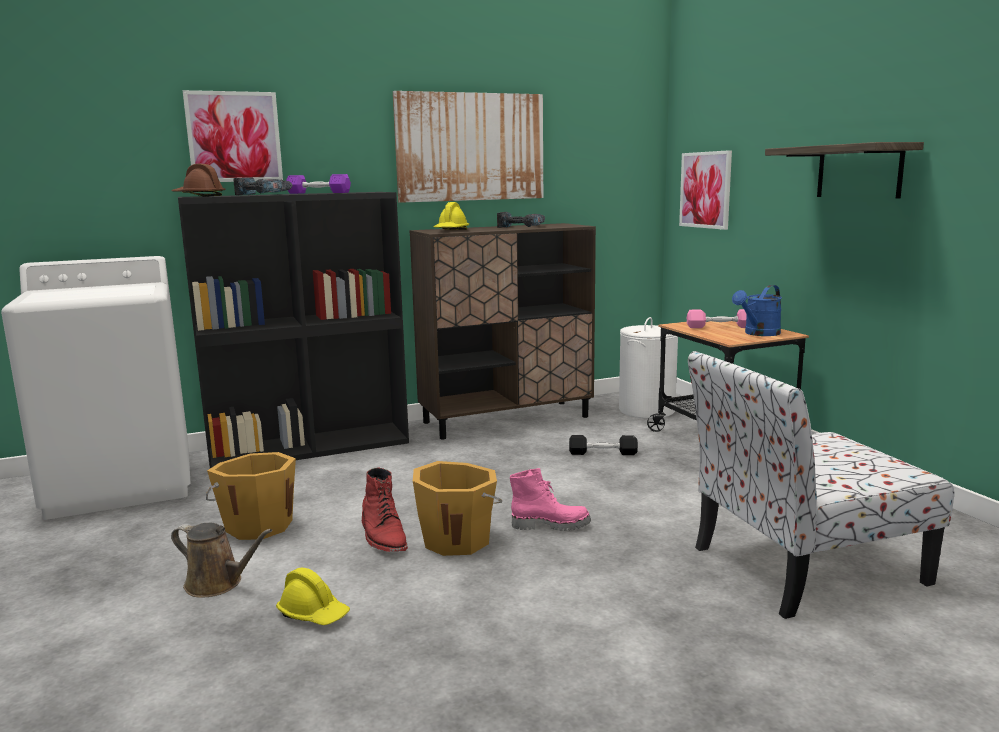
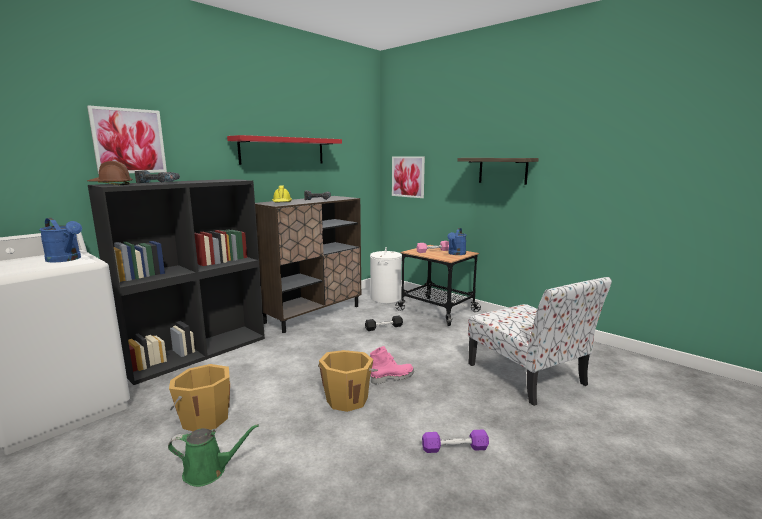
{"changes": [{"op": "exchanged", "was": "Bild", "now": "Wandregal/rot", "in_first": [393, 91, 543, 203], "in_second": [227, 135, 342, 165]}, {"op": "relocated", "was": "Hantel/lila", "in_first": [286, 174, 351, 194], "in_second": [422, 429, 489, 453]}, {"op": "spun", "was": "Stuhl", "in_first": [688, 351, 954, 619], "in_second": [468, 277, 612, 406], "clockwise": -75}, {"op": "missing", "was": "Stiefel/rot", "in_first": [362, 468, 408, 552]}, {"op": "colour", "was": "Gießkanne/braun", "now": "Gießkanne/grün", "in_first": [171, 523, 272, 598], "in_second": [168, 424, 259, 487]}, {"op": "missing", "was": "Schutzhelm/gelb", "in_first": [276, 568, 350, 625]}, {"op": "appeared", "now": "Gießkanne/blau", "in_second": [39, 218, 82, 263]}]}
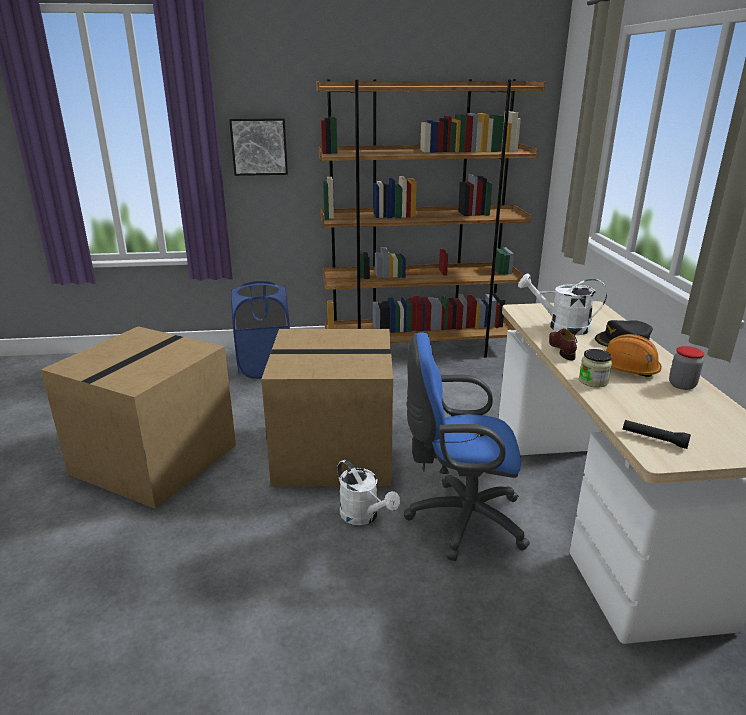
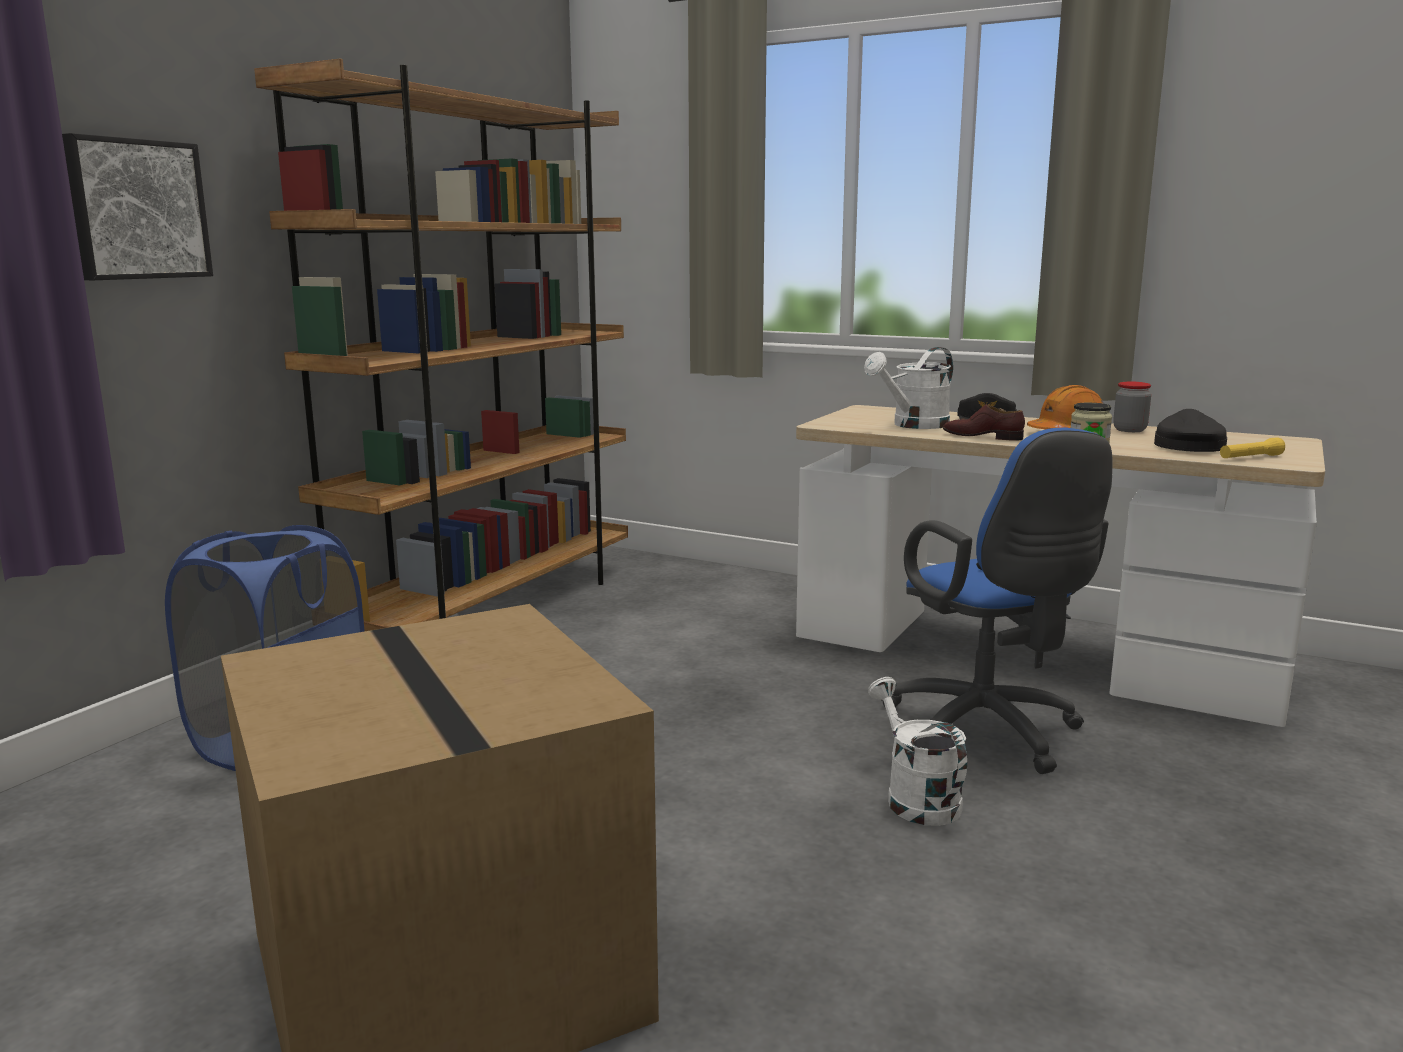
{"changes": [{"op": "missing", "was": "Karton", "in_first": [261, 329, 393, 487]}, {"op": "spun", "was": "Bürostuhl/blau", "in_first": [404, 332, 530, 561], "in_second": [881, 428, 1113, 774], "clockwise": -60}, {"op": "colour", "was": "Taschenlampe/schwarz", "now": "Taschenlampe/gelb", "in_first": [623, 420, 691, 449], "in_second": [1220, 438, 1285, 458]}, {"op": "spun", "was": "Gießkanne/weiß", "in_first": [337, 460, 400, 525], "in_second": [868, 677, 967, 826], "clockwise": -105}, {"op": "appeared", "now": "Kappe/schwarz", "in_second": [1154, 409, 1227, 452]}]}
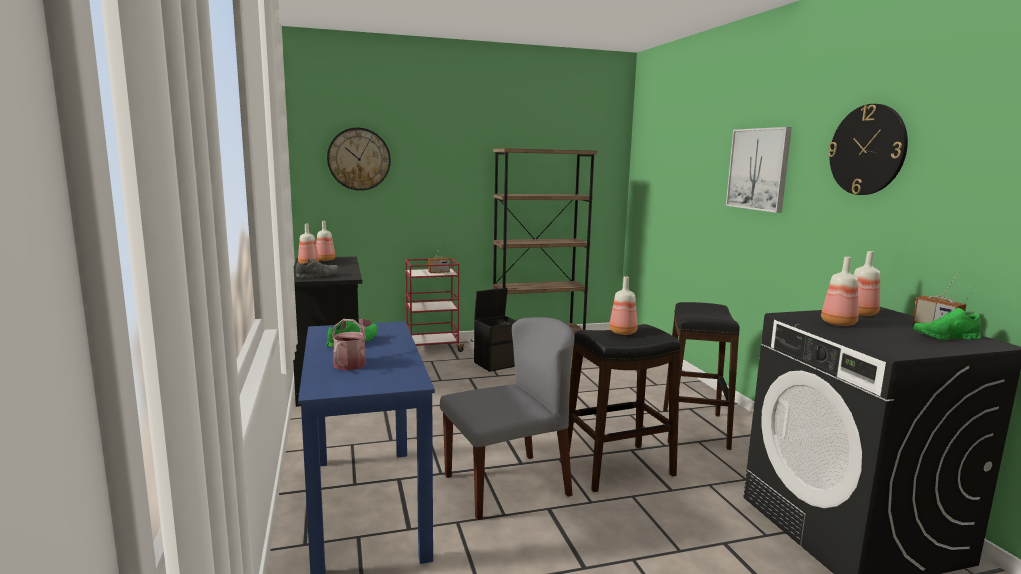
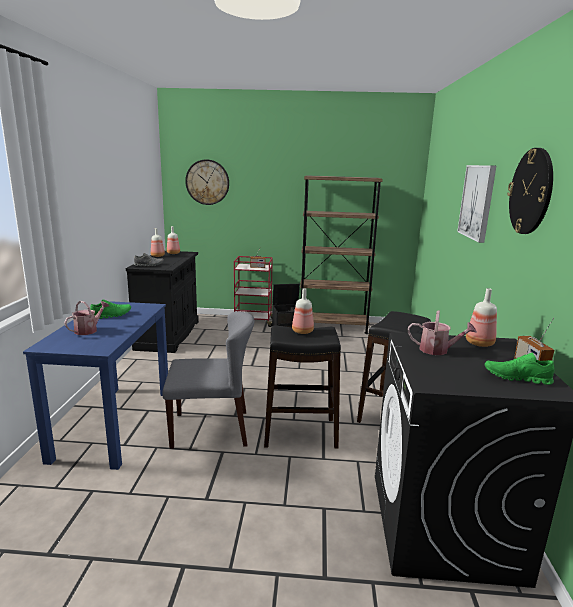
{"changes": [{"op": "exchanged", "was": "Flasche", "now": "Gießkanne", "in_first": [821, 257, 859, 326], "in_second": [408, 310, 477, 355]}]}
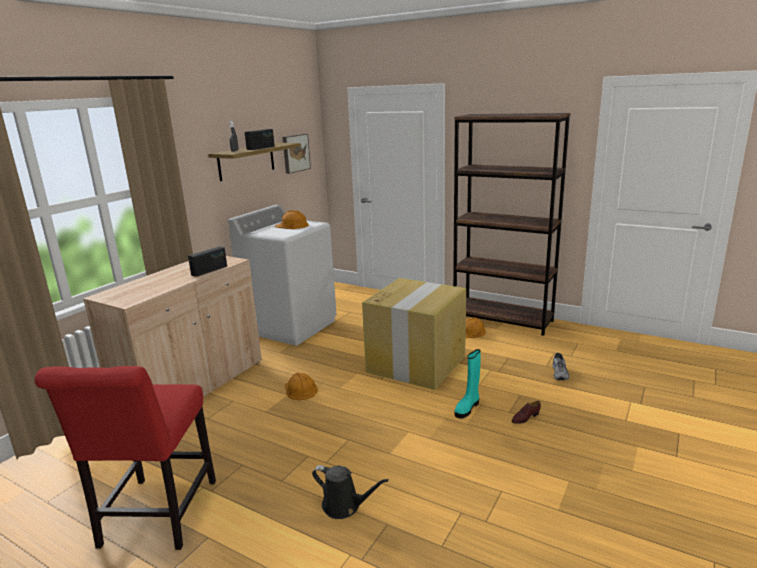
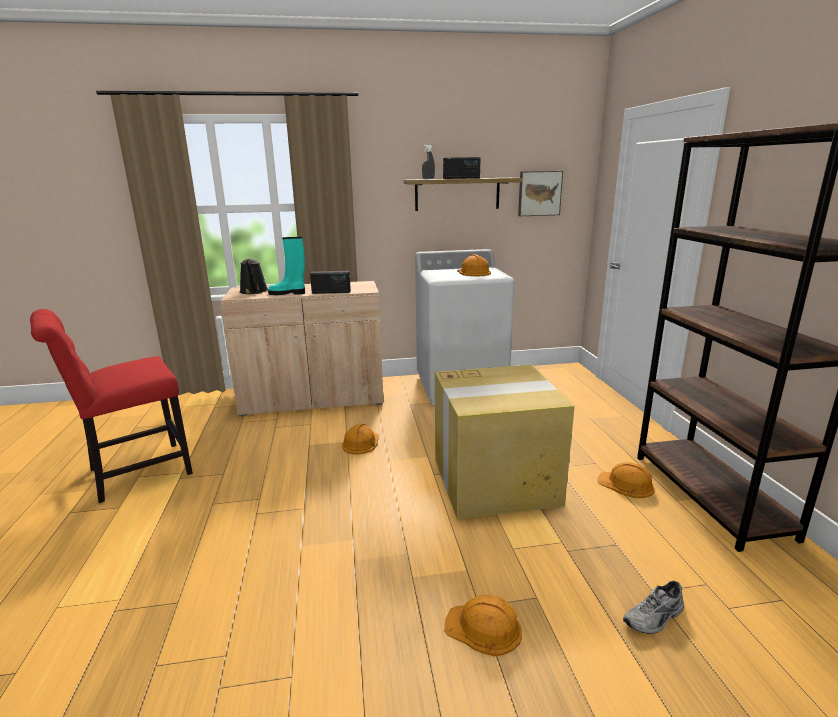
{"changes": [{"op": "relocated", "was": "Stiefel/türkis", "in_first": [455, 349, 481, 419], "in_second": [268, 237, 305, 295]}, {"op": "exchanged", "was": "Schuh/braun", "now": "Schutzhelm/orange", "in_first": [512, 401, 541, 424], "in_second": [444, 595, 522, 657]}, {"op": "relocated", "was": "Gießkanne/schwarz", "in_first": [312, 465, 389, 519], "in_second": [240, 259, 268, 294]}]}
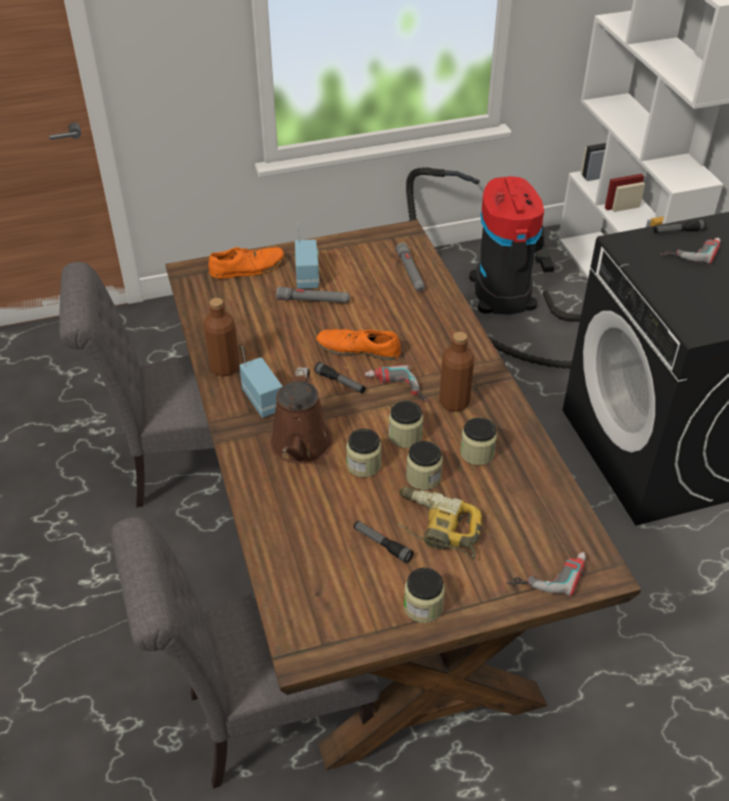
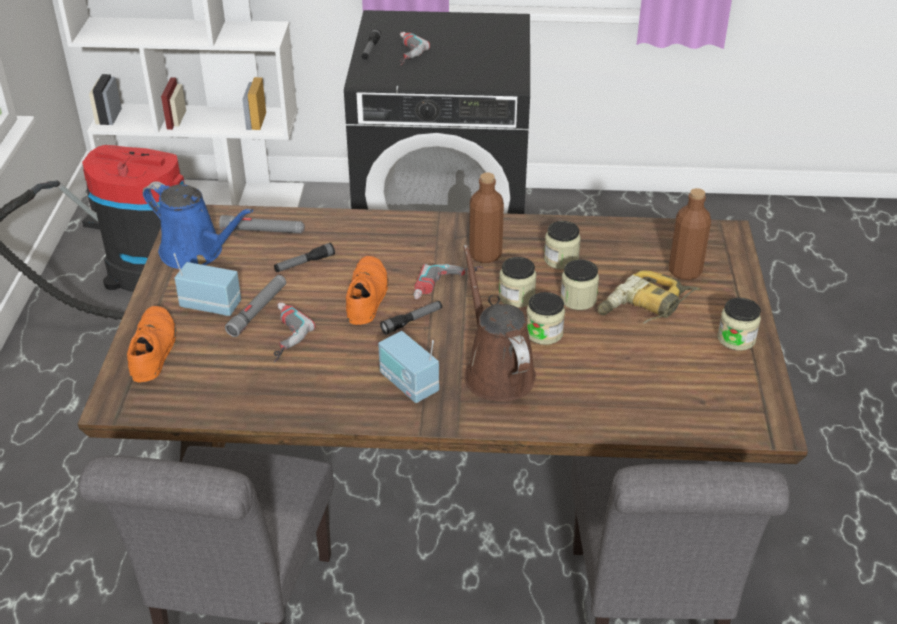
{"changes": [{"op": "relocated", "was": "Flasche/braun", "in_first": [204, 298, 240, 376], "in_second": [669, 188, 711, 280]}, {"op": "spun", "was": "Schuh/orange", "in_first": [317, 329, 401, 360], "in_second": [346, 256, 389, 325], "clockwise": 150}, {"op": "spun", "was": "Radio", "in_first": [239, 346, 282, 418], "in_second": [378, 331, 439, 403], "clockwise": -120}, {"op": "spun", "was": "Gießkanne/braun", "in_first": [270, 367, 333, 464], "in_second": [463, 245, 536, 402], "clockwise": -135}, {"op": "relocated", "was": "Taschenlampe", "in_first": [354, 521, 414, 563], "in_second": [274, 243, 335, 272]}, {"op": "relocated", "was": "Bohrmaschine", "in_first": [506, 552, 586, 597], "in_second": [274, 303, 315, 362]}, {"op": "appeared", "now": "Gießkanne/blau", "in_second": [143, 181, 253, 269]}]}
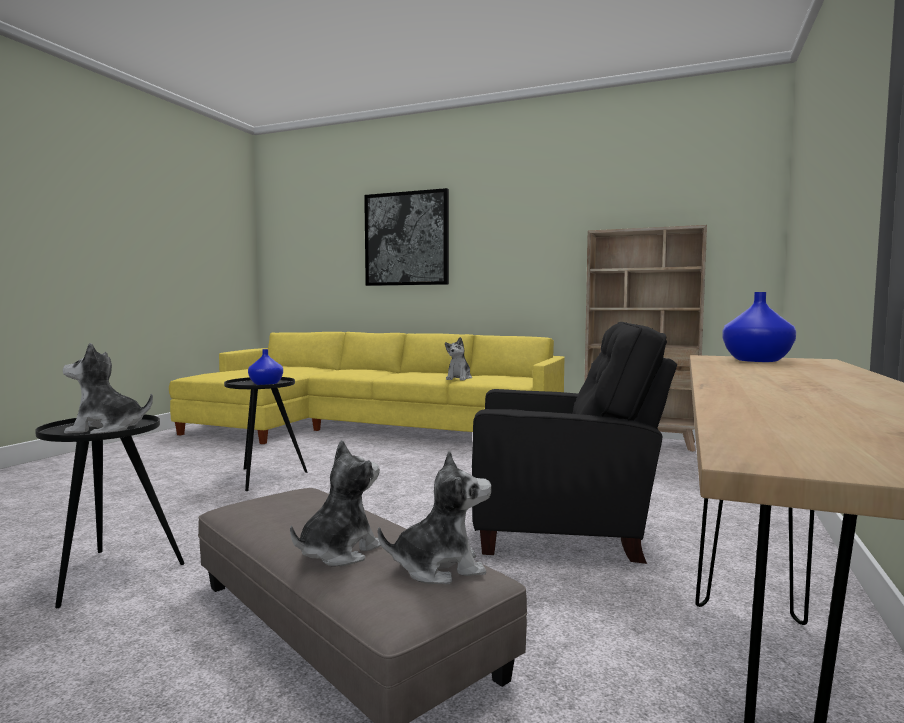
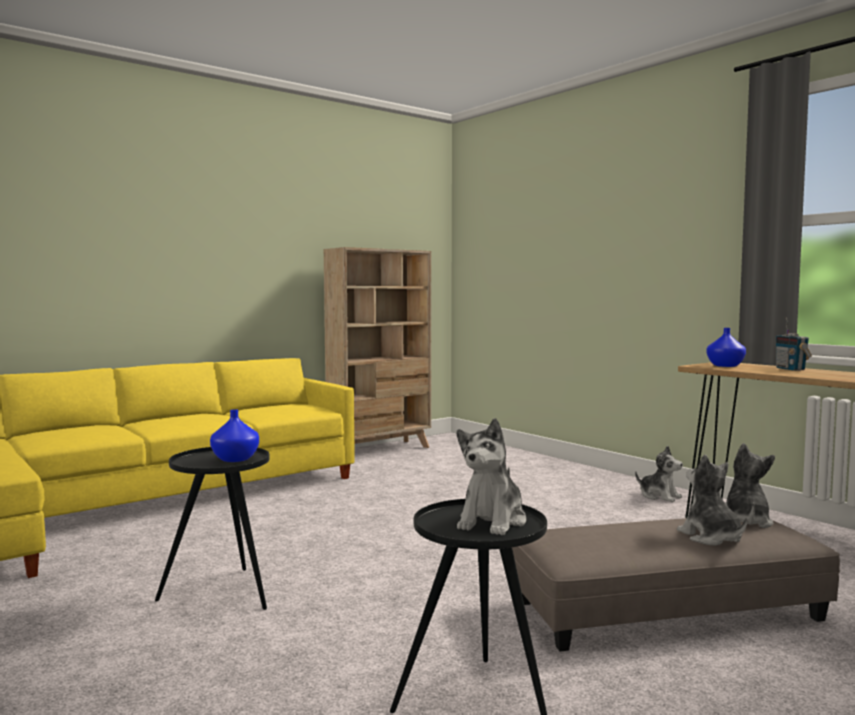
{"changes": [{"op": "missing", "was": "Bild", "in_first": [364, 188, 449, 286]}, {"op": "missing", "was": "Sessel/schwarz", "in_first": [472, 322, 677, 564]}, {"op": "relocated", "was": "Plüschtier", "in_first": [445, 337, 472, 381], "in_second": [635, 446, 683, 502]}, {"op": "appeared", "now": "Radio", "in_second": [776, 317, 812, 371]}]}
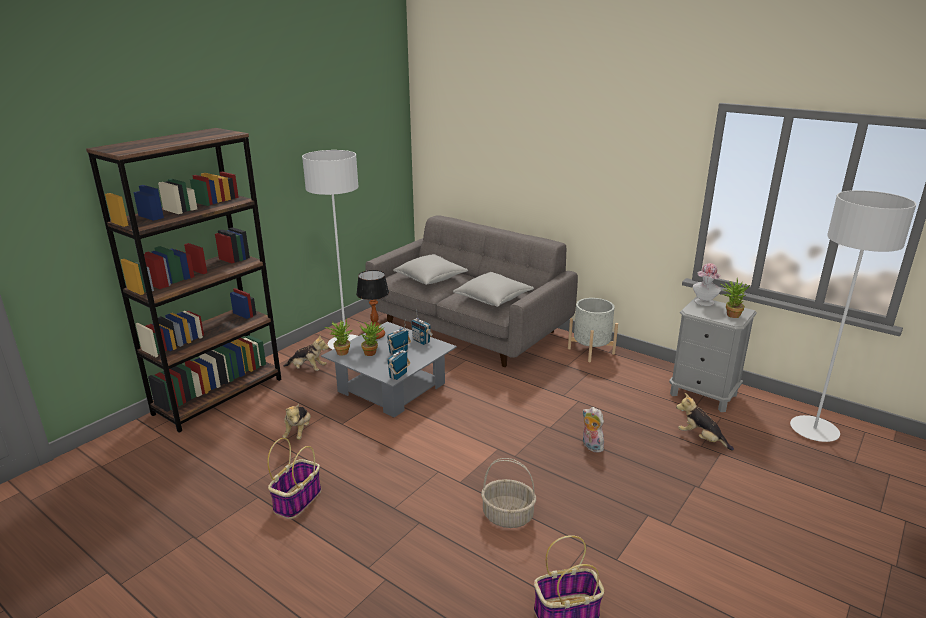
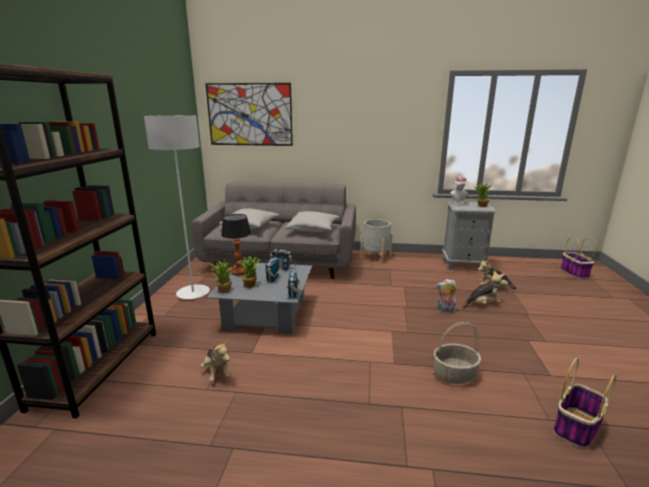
{"changes": [{"op": "missing", "was": "Stehlampe/grau", "in_first": [790, 190, 916, 442]}, {"op": "relocated", "was": "Plüschtier", "in_first": [283, 335, 329, 371], "in_second": [463, 271, 504, 308]}, {"op": "relocated", "was": "Korb", "in_first": [267, 438, 321, 519], "in_second": [560, 237, 597, 278]}, {"op": "appeared", "now": "Bild", "in_second": [205, 83, 293, 146]}]}
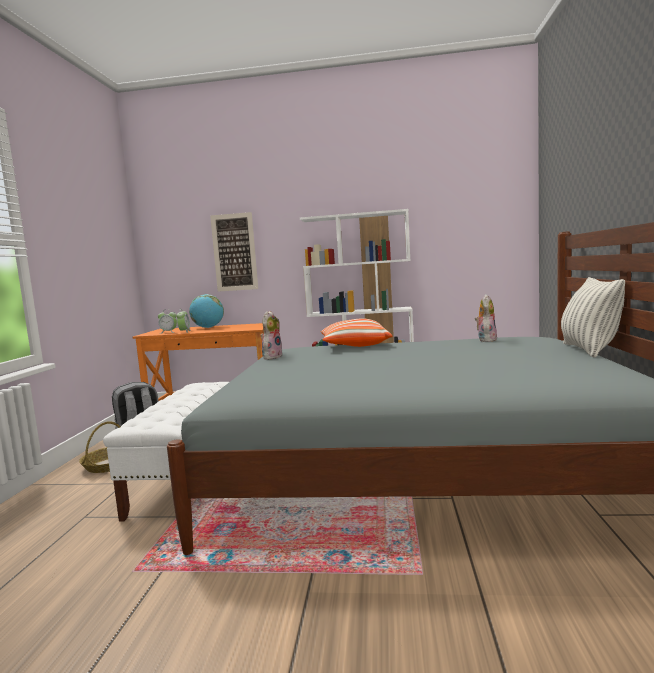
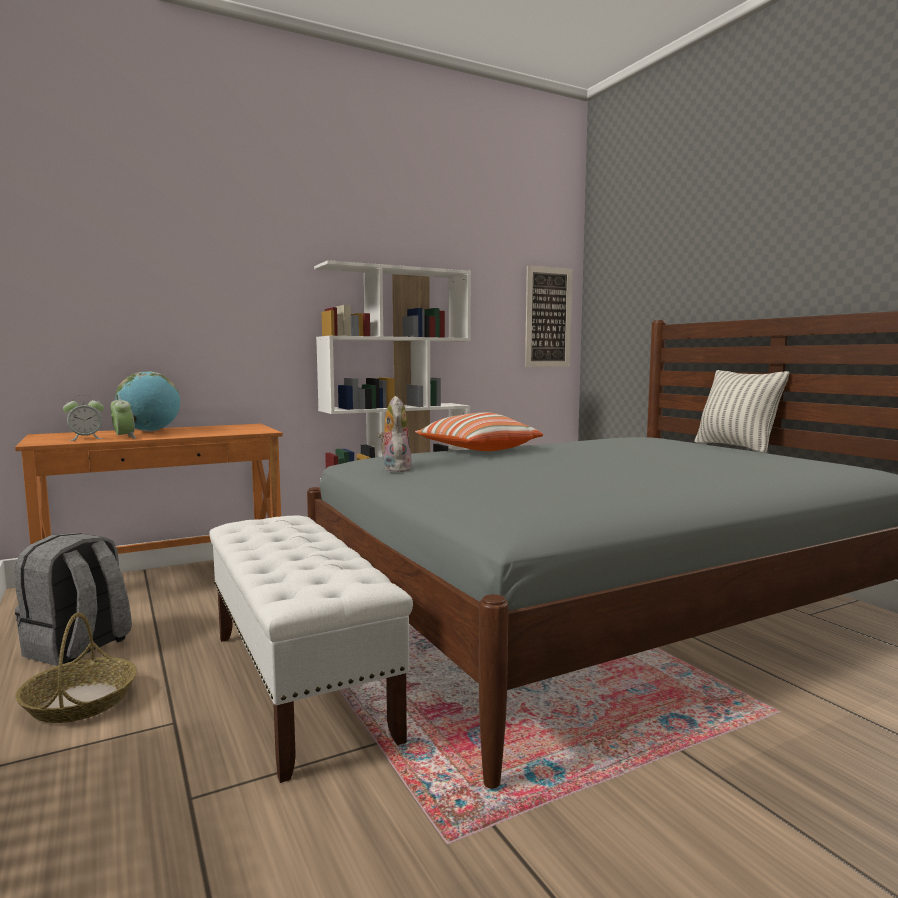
{"changes": [{"op": "relocated", "was": "Bild", "in_first": [210, 212, 258, 292], "in_second": [525, 266, 572, 367]}, {"op": "missing", "was": "Plüschtier", "in_first": [475, 294, 497, 342]}]}
